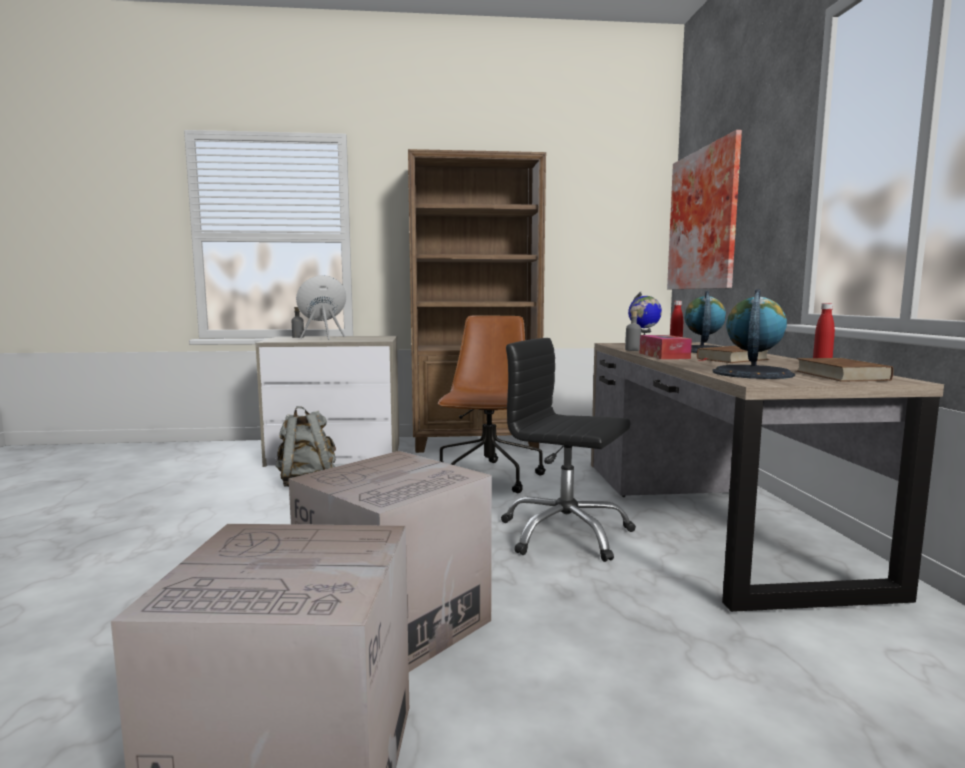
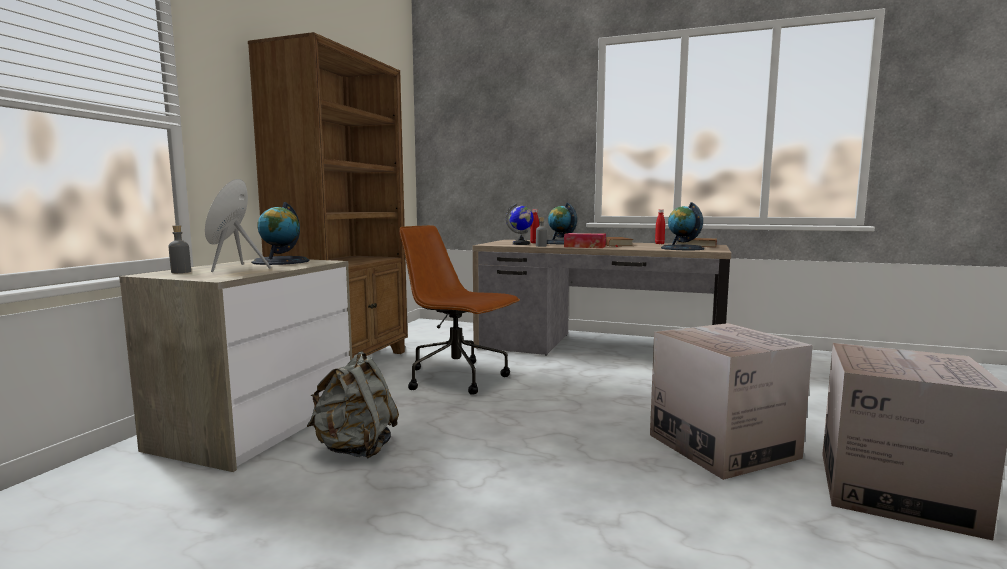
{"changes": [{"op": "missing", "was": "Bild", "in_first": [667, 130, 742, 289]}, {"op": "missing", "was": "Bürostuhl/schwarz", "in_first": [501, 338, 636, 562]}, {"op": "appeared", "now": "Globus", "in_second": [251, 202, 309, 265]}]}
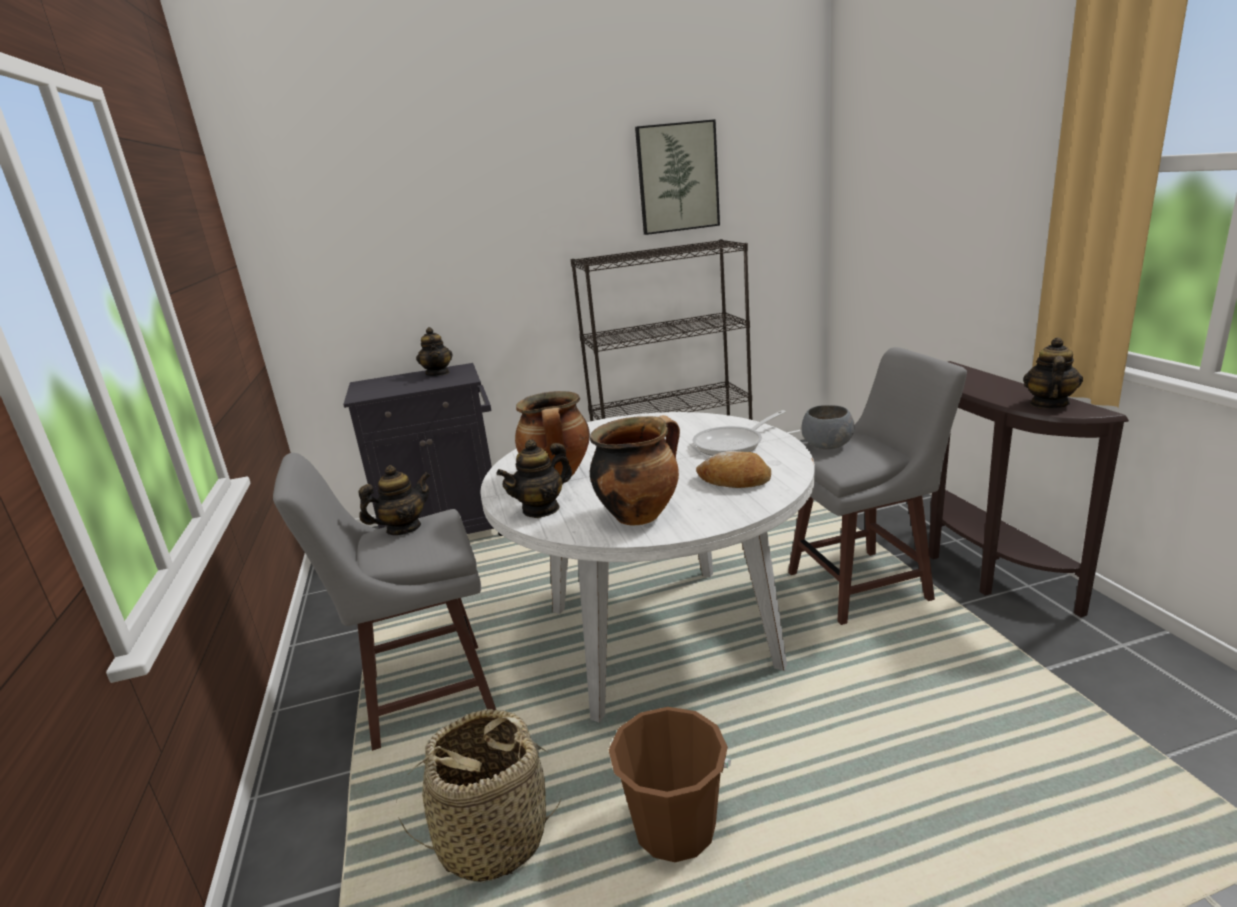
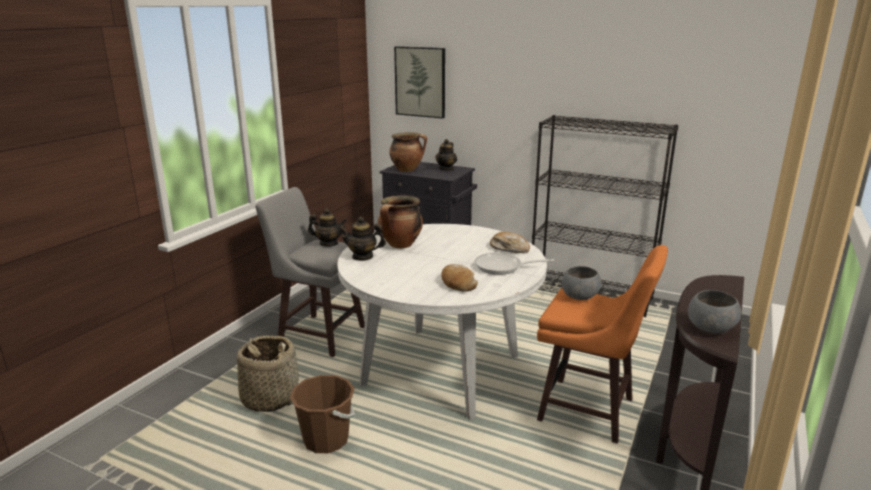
{"changes": [{"op": "relocated", "was": "Bild", "in_first": [635, 119, 720, 235], "in_second": [394, 46, 445, 119]}, {"op": "exchanged", "was": "Teekanne", "now": "Schüssel/grau", "in_first": [1023, 337, 1083, 408], "in_second": [688, 290, 741, 334]}, {"op": "colour", "was": "Hocker/grau", "now": "Hocker/orange", "in_first": [788, 347, 967, 625], "in_second": [537, 245, 668, 444]}, {"op": "relocated", "was": "Kochtopf", "in_first": [590, 415, 680, 526], "in_second": [389, 132, 427, 172]}, {"op": "appeared", "now": "Brot", "in_second": [490, 232, 530, 253]}]}
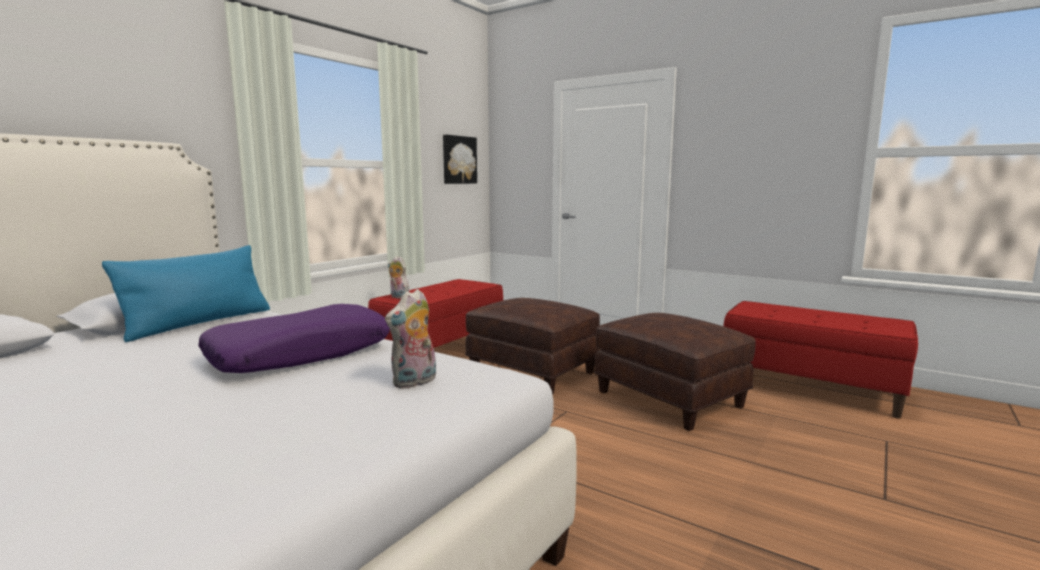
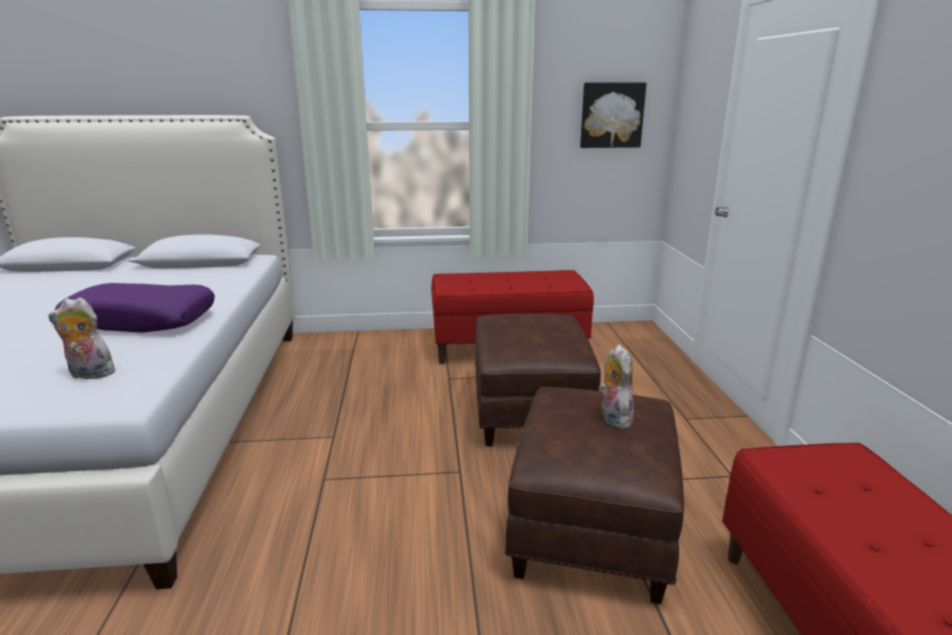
{"changes": [{"op": "missing", "was": "Kissen/blau", "in_first": [102, 245, 270, 342]}, {"op": "relocated", "was": "Plüschtier", "in_first": [388, 256, 409, 299], "in_second": [599, 344, 635, 429]}]}
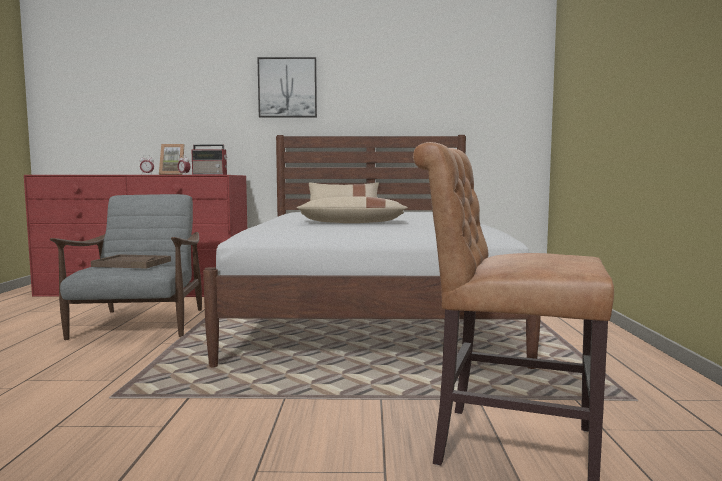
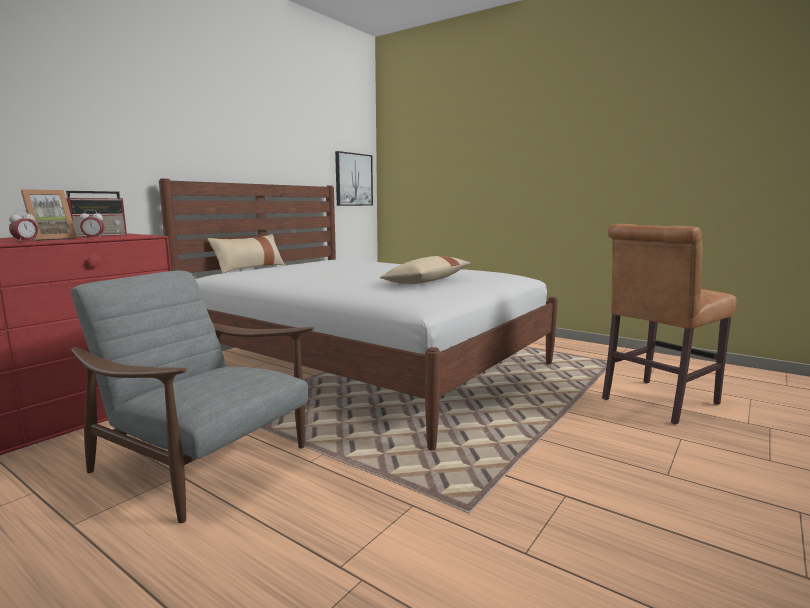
{"changes": [{"op": "relocated", "was": "Bild", "in_first": [257, 57, 317, 118], "in_second": [335, 151, 373, 206]}, {"op": "missing", "was": "Tablett/braun", "in_first": [91, 254, 171, 269]}]}
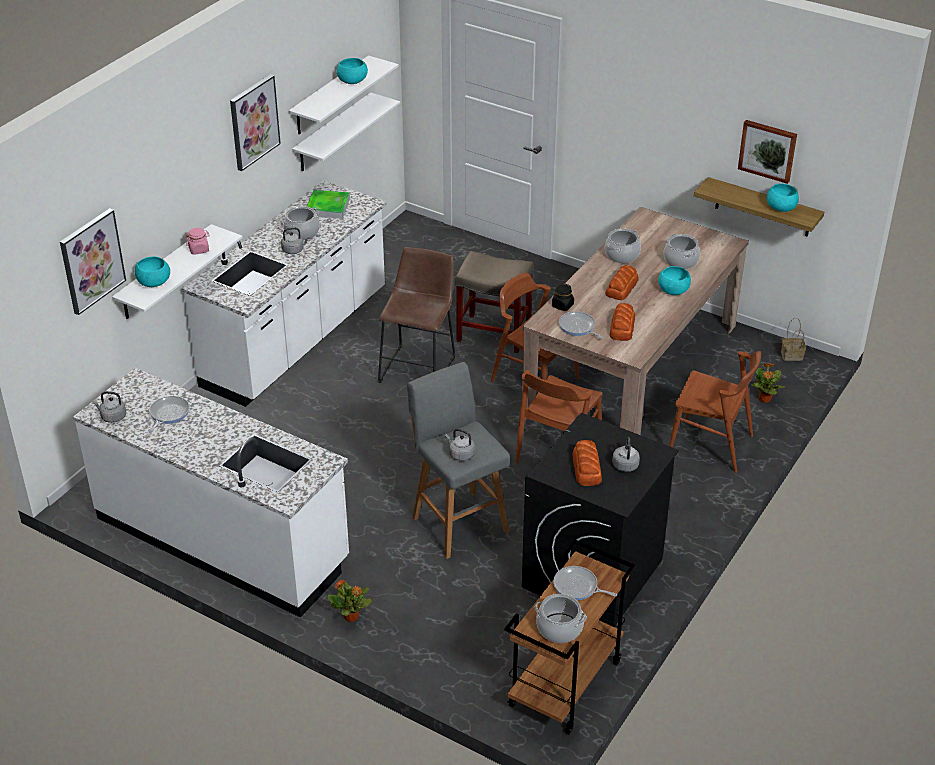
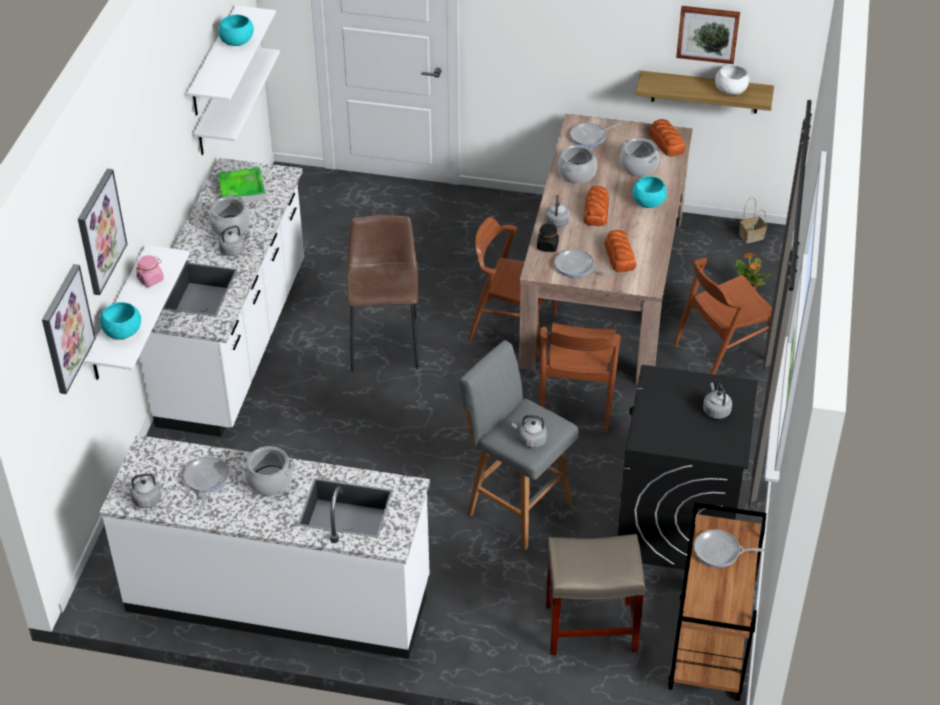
{"changes": [{"op": "relocated", "was": "Bild", "in_first": [230, 74, 281, 171], "in_second": [78, 169, 127, 295]}, {"op": "colour", "was": "Schüssel/türkis", "now": "Schüssel/weiß", "in_first": [767, 183, 799, 212], "in_second": [715, 65, 749, 95]}, {"op": "relocated", "was": "Hocker/beige", "in_first": [455, 251, 533, 353], "in_second": [546, 534, 645, 655]}, {"op": "spun", "was": "Stuhl/braun", "in_first": [669, 351, 761, 473], "in_second": [674, 258, 772, 375], "clockwise": 150}, {"op": "relocated", "was": "Brot", "in_first": [572, 440, 602, 486], "in_second": [649, 119, 685, 157]}, {"op": "missing", "was": "Topfpflanze", "in_first": [327, 580, 372, 622]}, {"op": "relocated", "was": "Kochtopf", "in_first": [534, 594, 587, 643], "in_second": [241, 446, 295, 496]}, {"op": "appeared", "now": "Pfanne", "in_second": [570, 123, 621, 147]}, {"op": "appeared", "now": "Wasserkessel/grau", "in_second": [545, 195, 570, 227]}]}
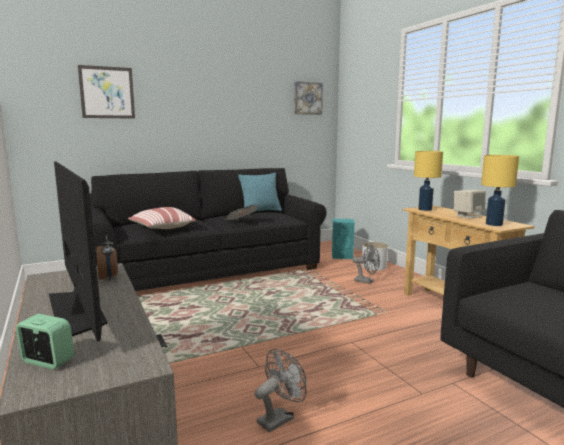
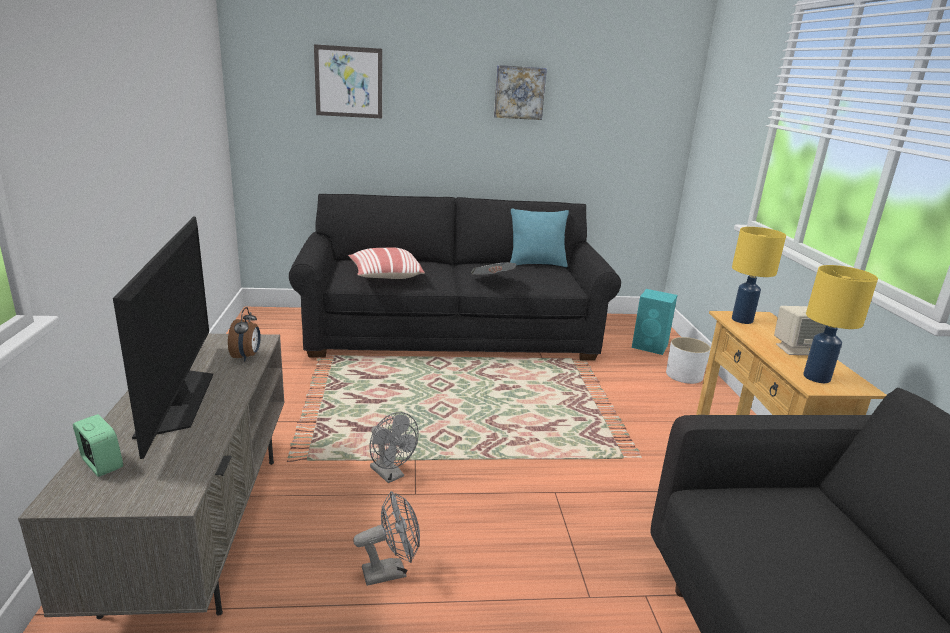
{"changes": [{"op": "relocated", "was": "Bild", "in_first": [294, 81, 323, 115], "in_second": [494, 65, 547, 120]}, {"op": "relocated", "was": "Ventilator/grau", "in_first": [352, 244, 380, 284], "in_second": [369, 412, 418, 483]}]}
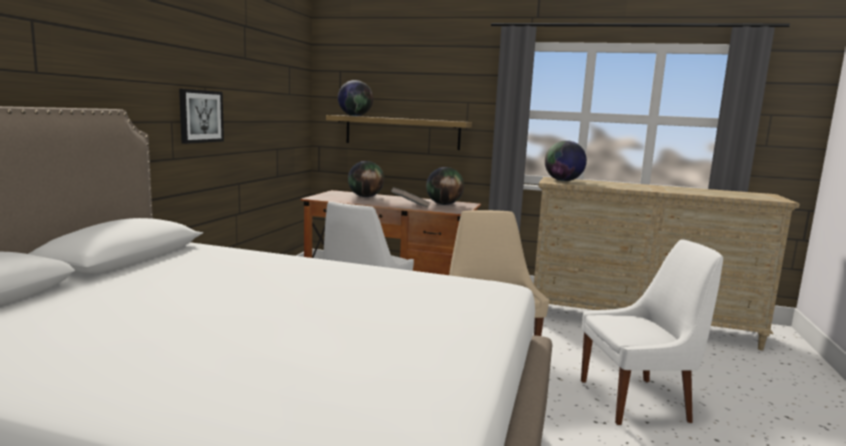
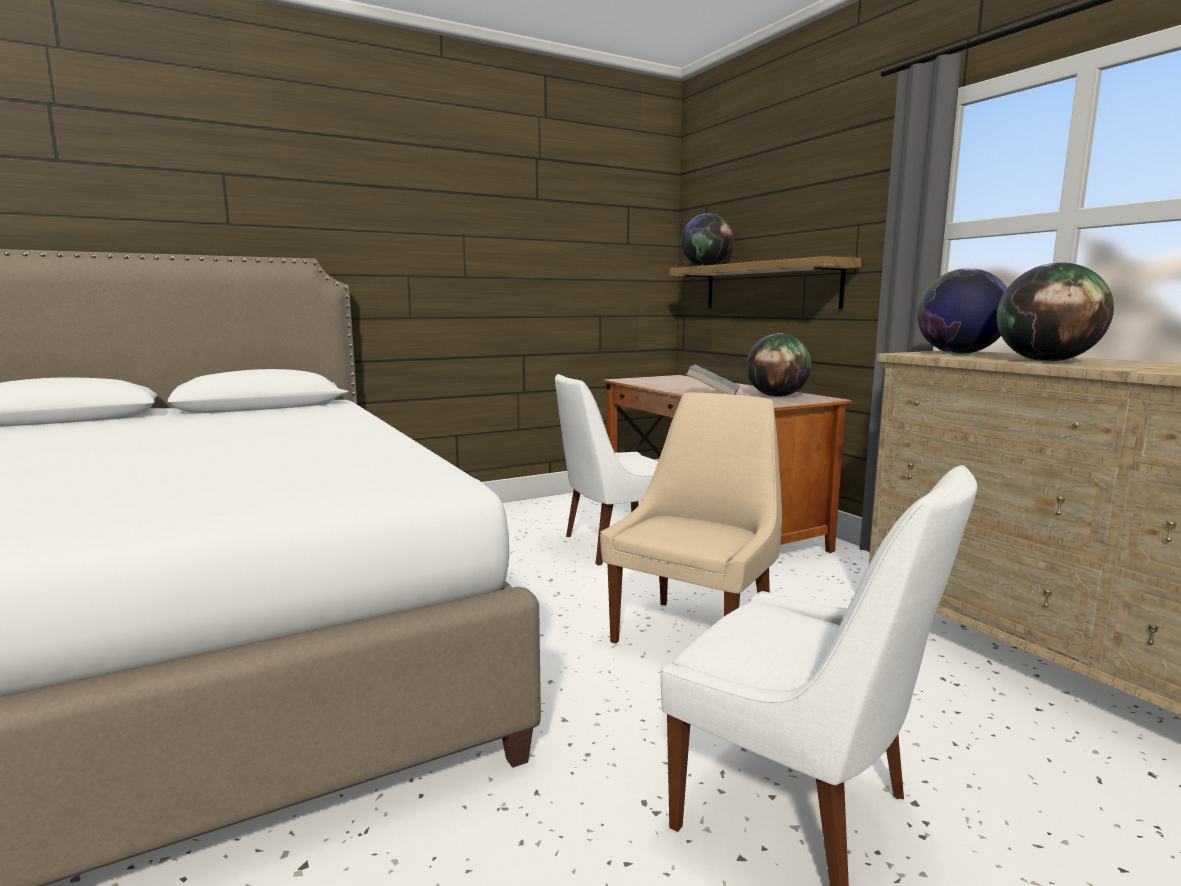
{"changes": [{"op": "missing", "was": "Bild", "in_first": [179, 89, 224, 144]}, {"op": "relocated", "was": "Globus", "in_first": [348, 161, 384, 197], "in_second": [997, 263, 1114, 362]}]}
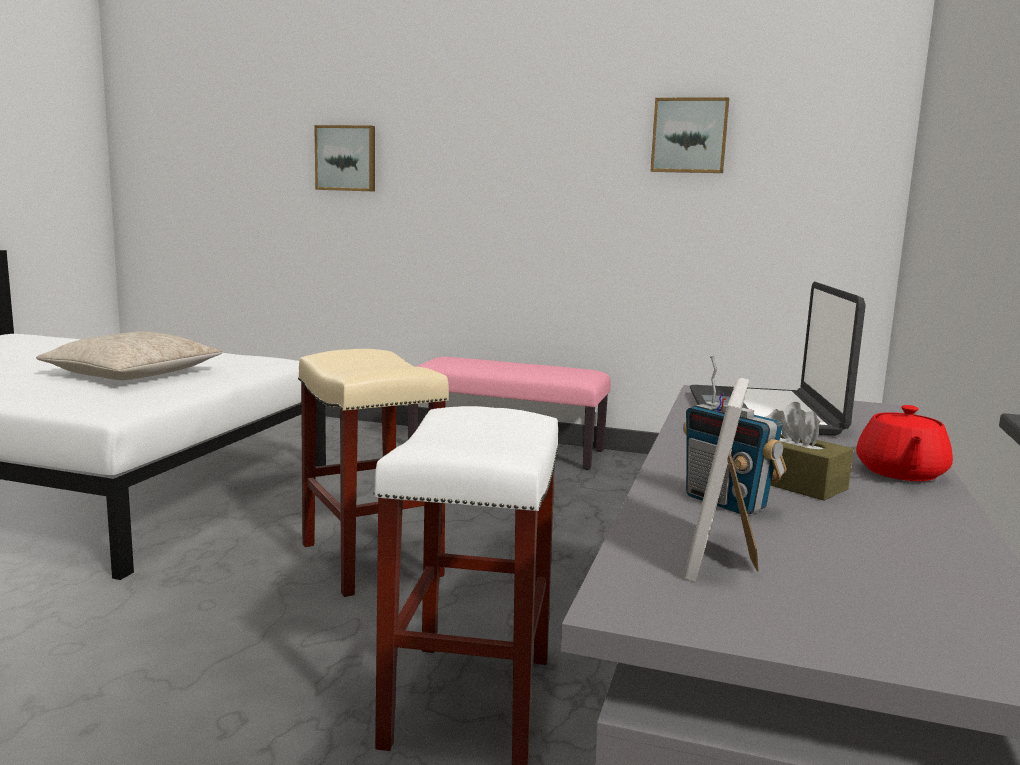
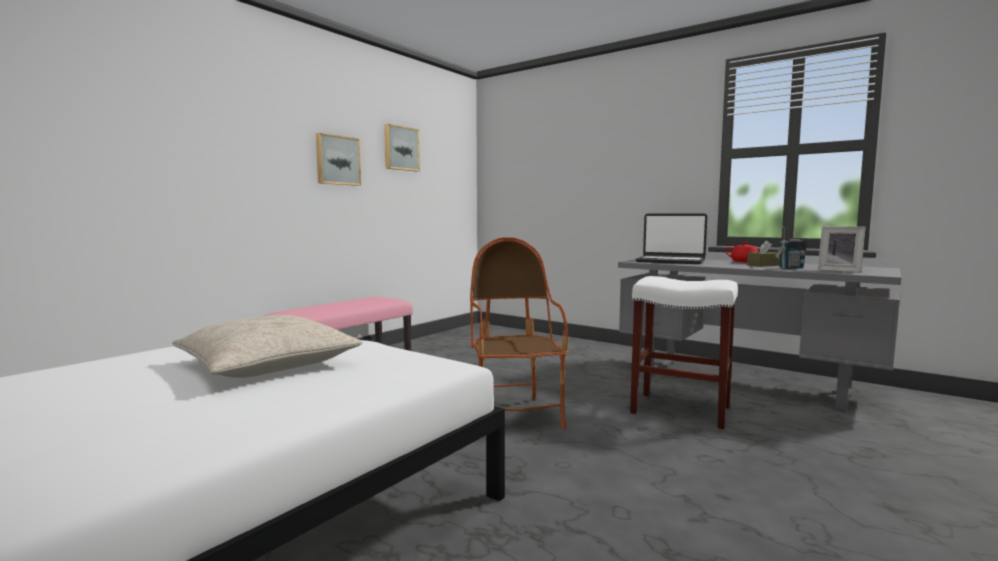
{"changes": [{"op": "relocated", "was": "Bild", "in_first": [314, 125, 375, 192], "in_second": [316, 133, 361, 186]}, {"op": "exchanged", "was": "Hocker/beige", "now": "Sessel", "in_first": [298, 349, 449, 597], "in_second": [470, 237, 569, 429]}]}
